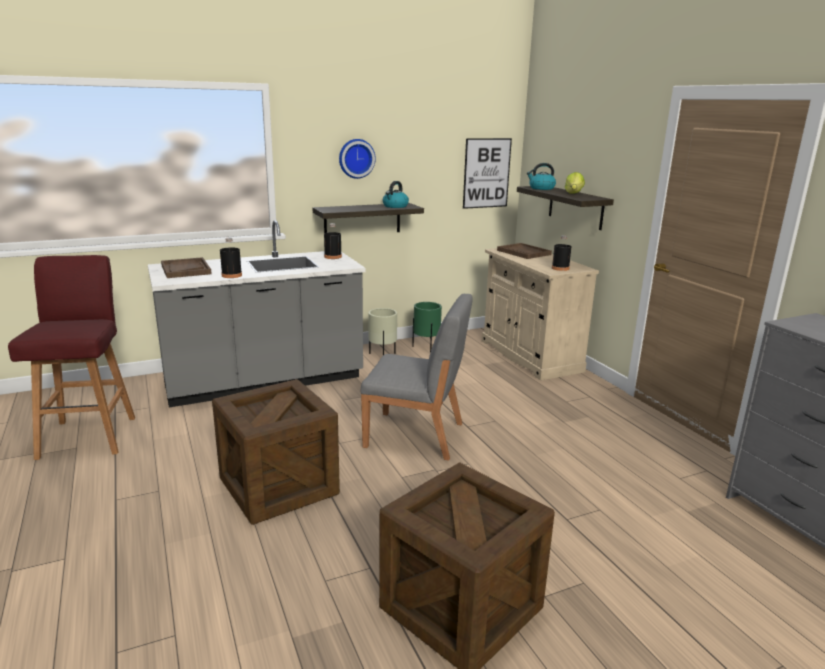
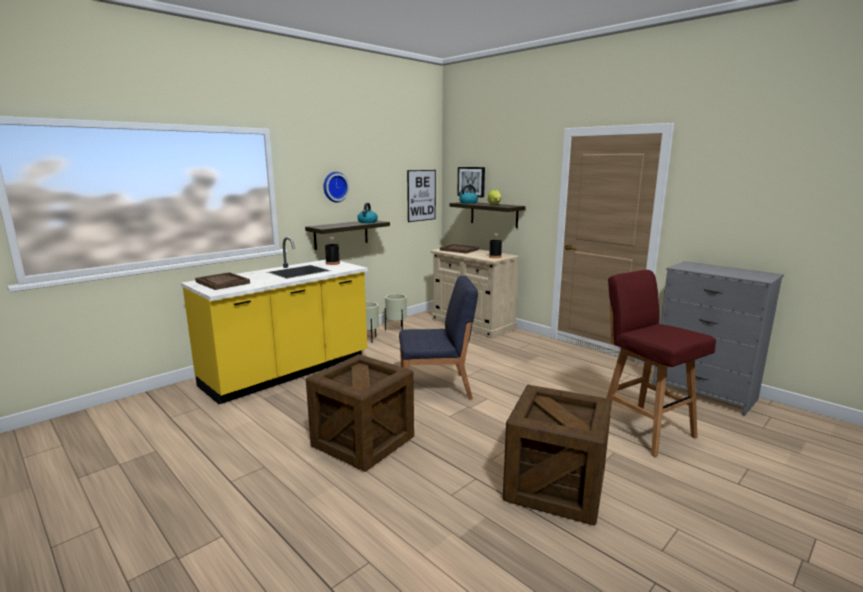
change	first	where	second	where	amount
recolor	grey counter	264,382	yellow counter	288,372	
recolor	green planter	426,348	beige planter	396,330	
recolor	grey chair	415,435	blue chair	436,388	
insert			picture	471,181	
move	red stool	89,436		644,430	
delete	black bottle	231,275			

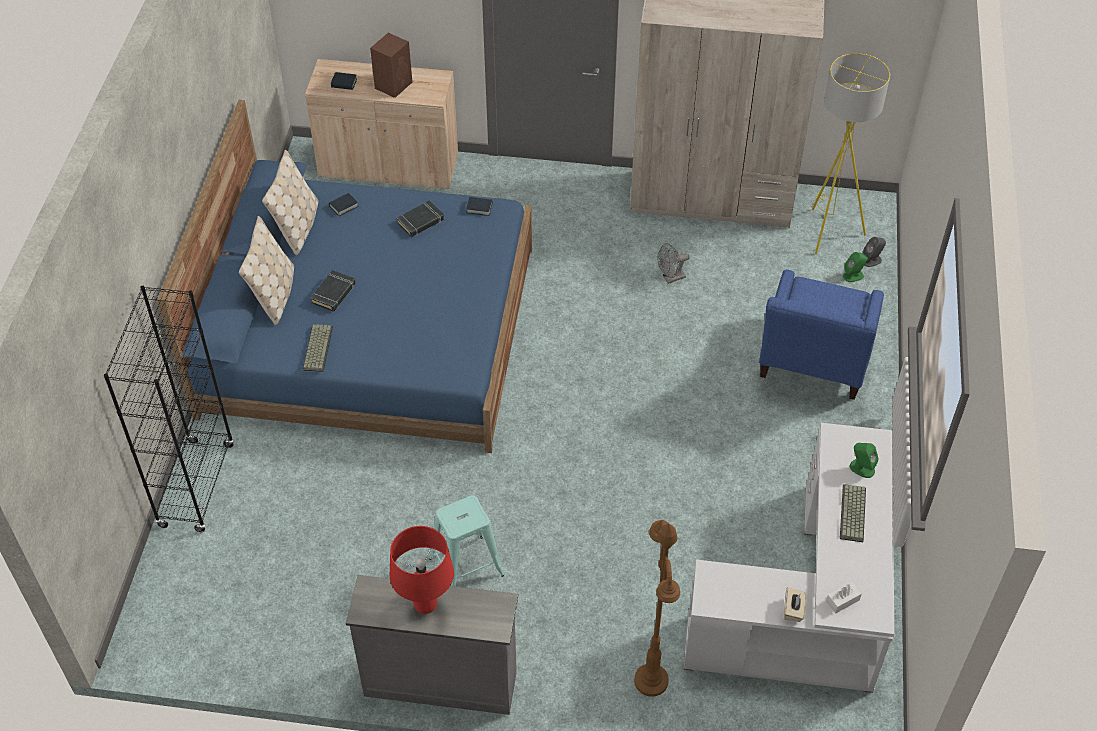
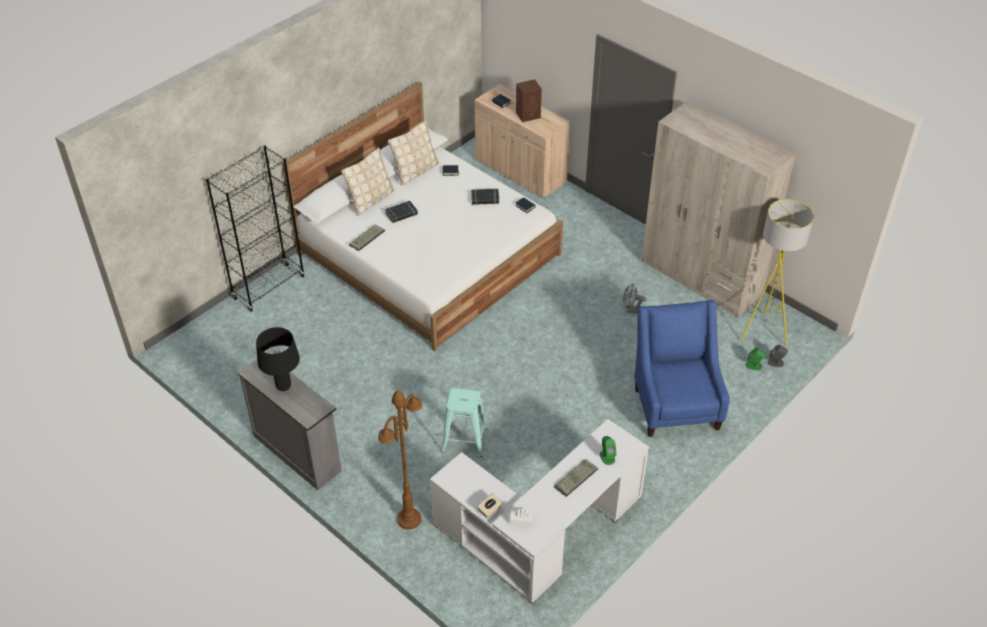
change	first	where	second	where	amount
recolor	red table lamp	426,605	black table lamp	284,387	
recolor	blue bed	369,330	white bed	428,253	
move	turquoise stool	466,567		464,440	
rotate	blue armchair	812,365		675,403	120 degrees clockwise

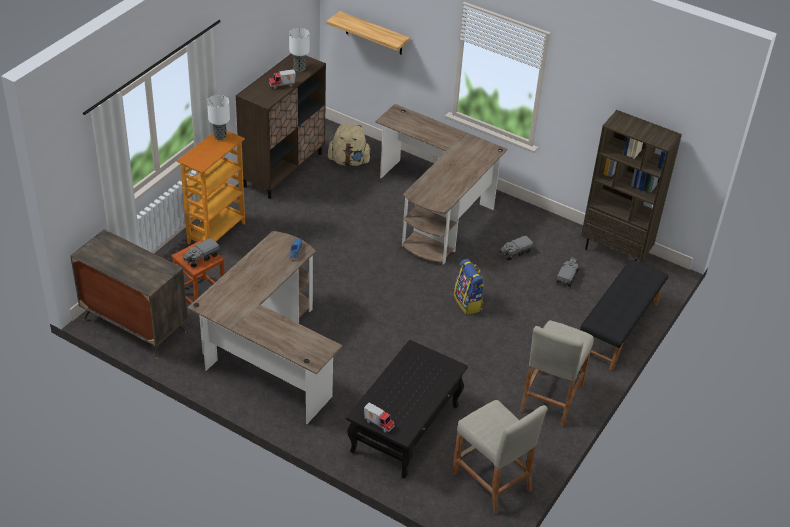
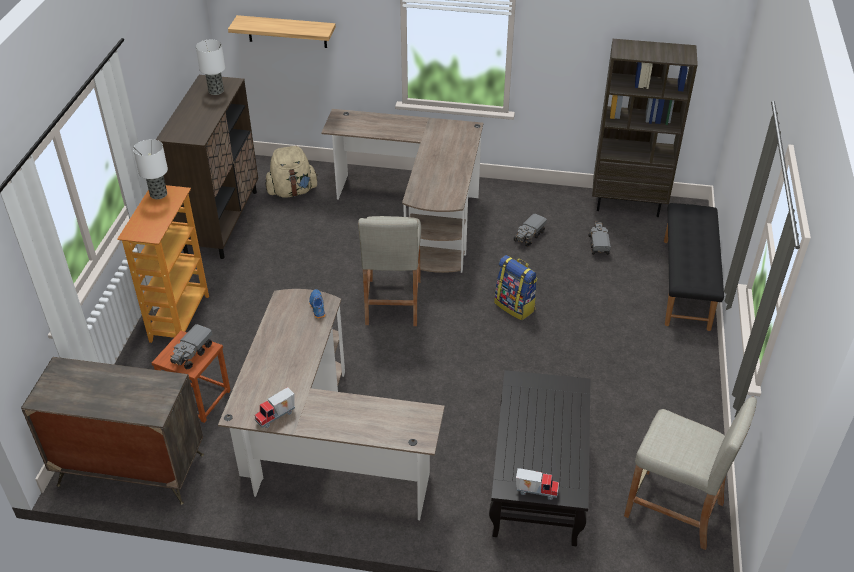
change	first	where	second	where	amount
move	toy truck	282,85		276,417	
move	beige stool	551,398		392,302	

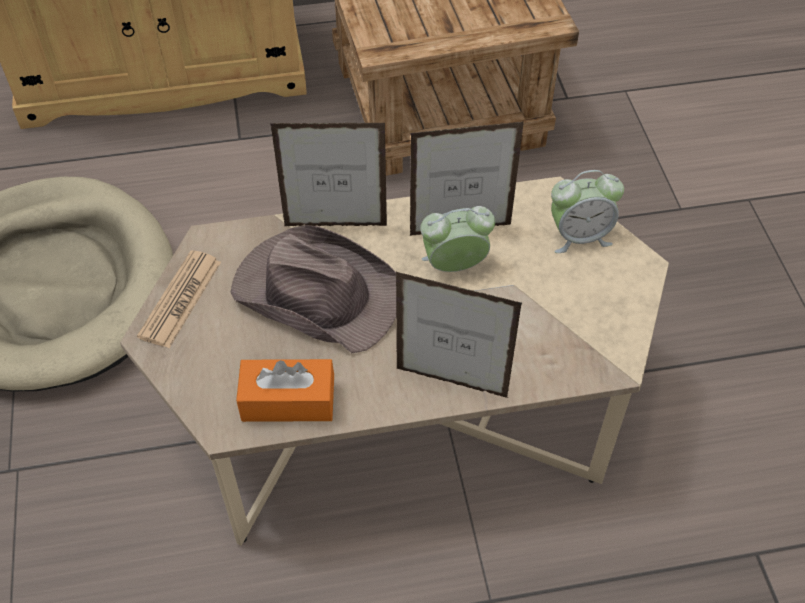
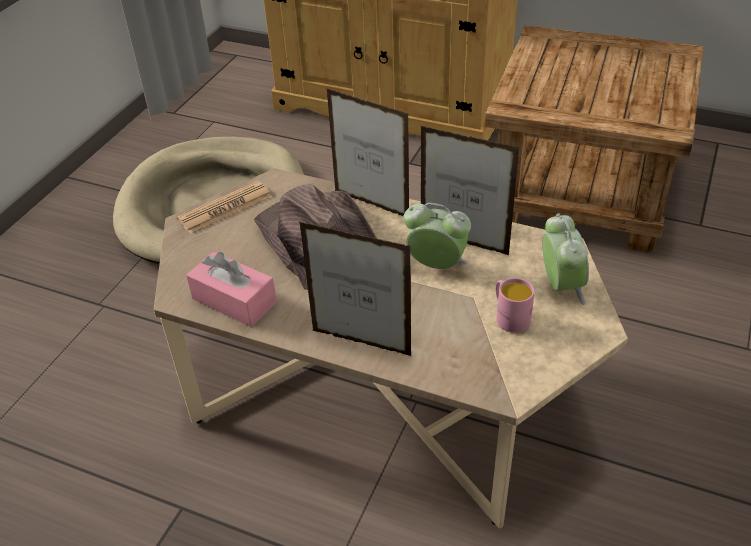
change	first	where	second	where	amount
recolor	orange tissue box	288,401	pink tissue box	234,300	
rotate	picture frame	451,383		360,343	150 degrees clockwise
insert			pink mug	509,317	
rotate	alarm clock	579,236		560,286	120 degrees counterclockwise

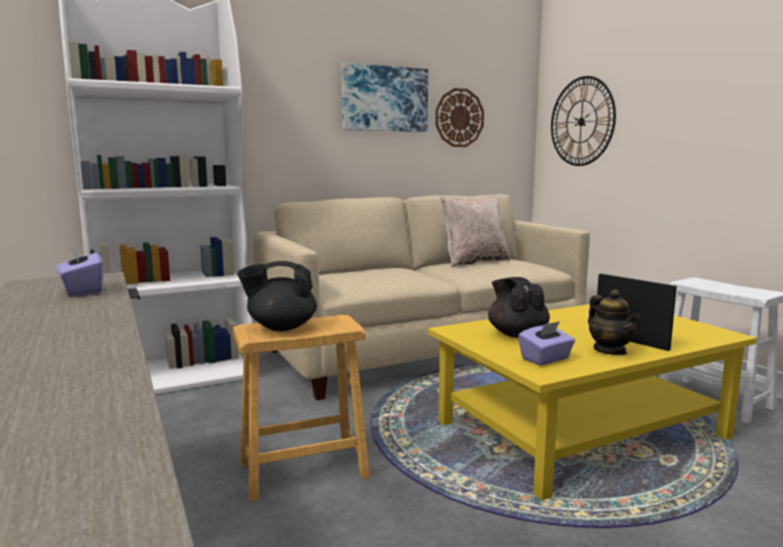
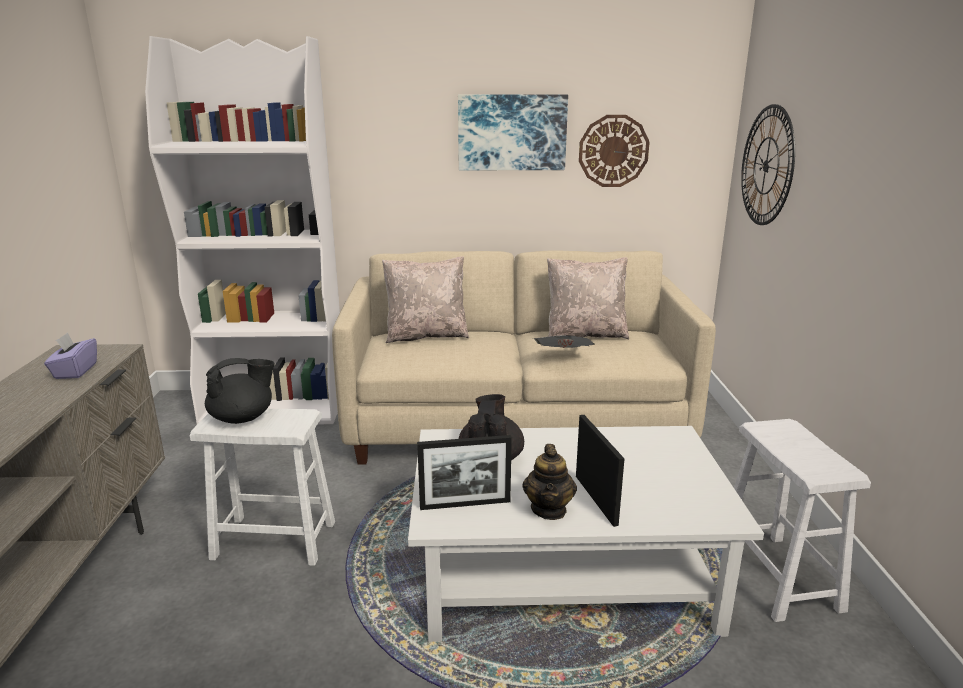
change	first	where	second	where	amount
recolor	brown stool	303,469	white stool	274,540	
rotate	black teapot	281,327		243,418	135 degrees clockwise
insert			beige pillow	426,335	
recolor	yellow coffee table	580,429	white coffee table	564,571	
replace	purple tissue box	546,359	picture frame	465,504	
insert			newspaper	563,358	

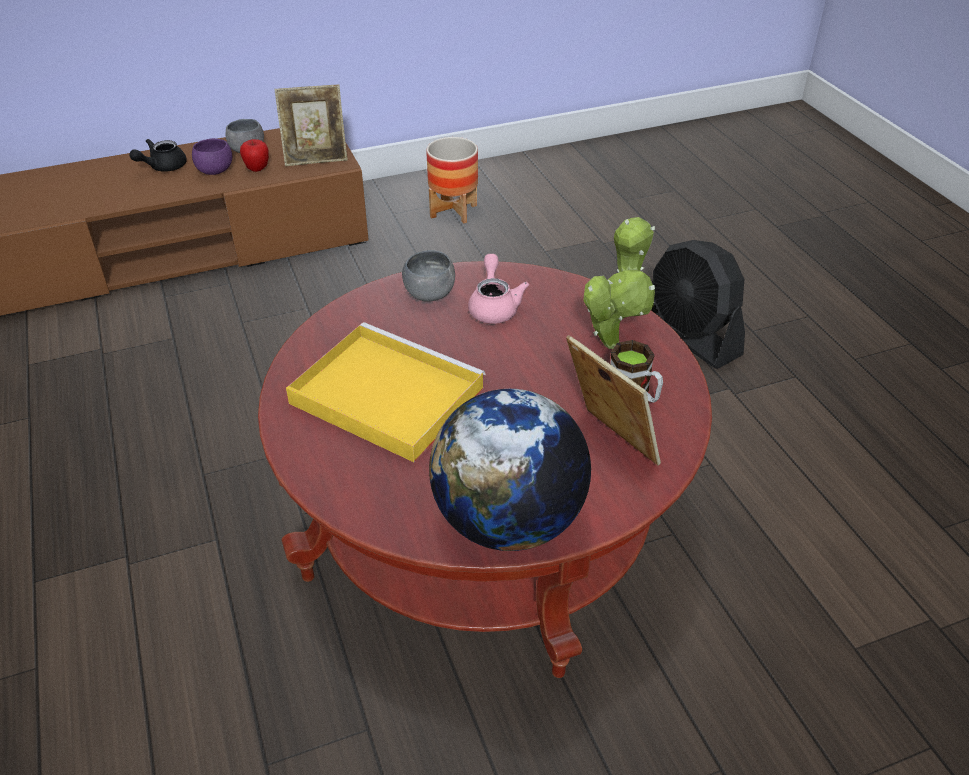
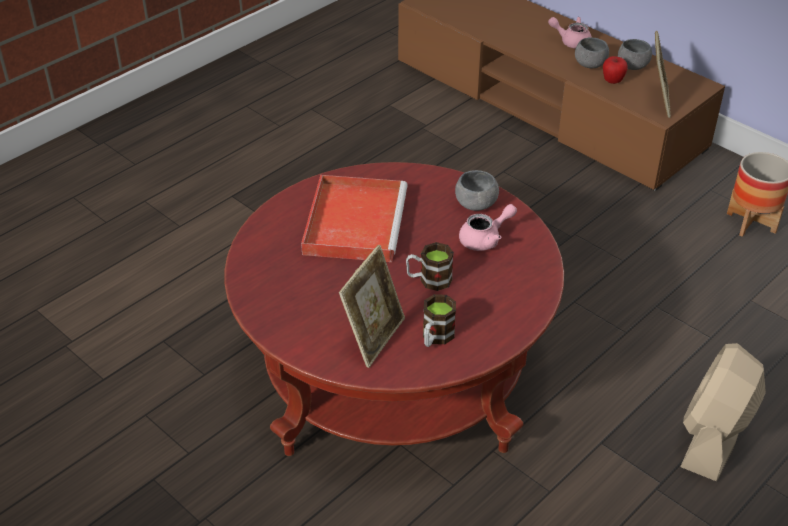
change	first	where	second	where	amount
recolor	yellow tray	383,395	red tray	354,221	
insert			mug	429,280	
recolor	black teapot	163,167	pink teapot	571,41	
recolor	purple bowl	215,171	grey bowl	590,64	
rotate	picture frame	316,158		657,101	135 degrees counterclockwise
recolor	black fan	690,336	beige fan	714,437	
delete	globe	508,522			
delete	potted plant	613,340			

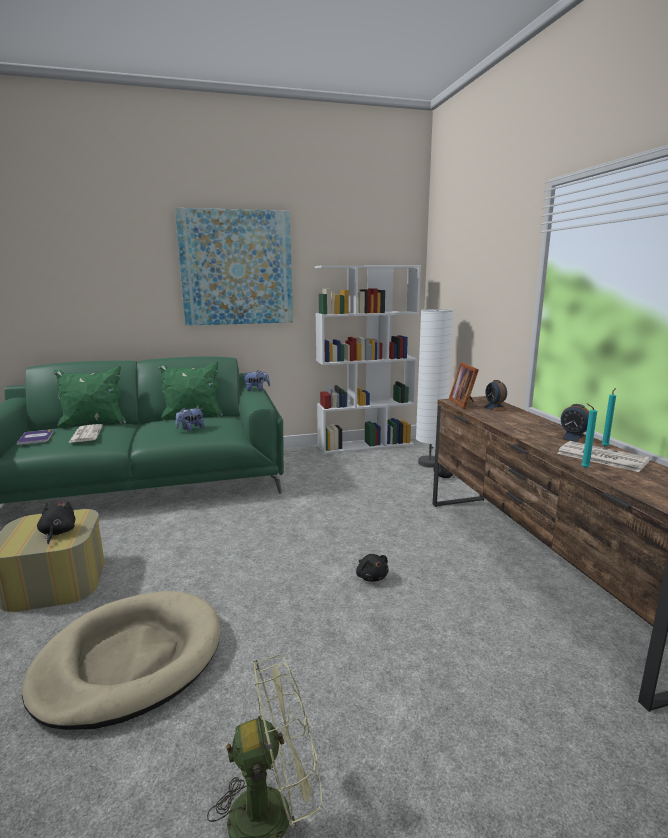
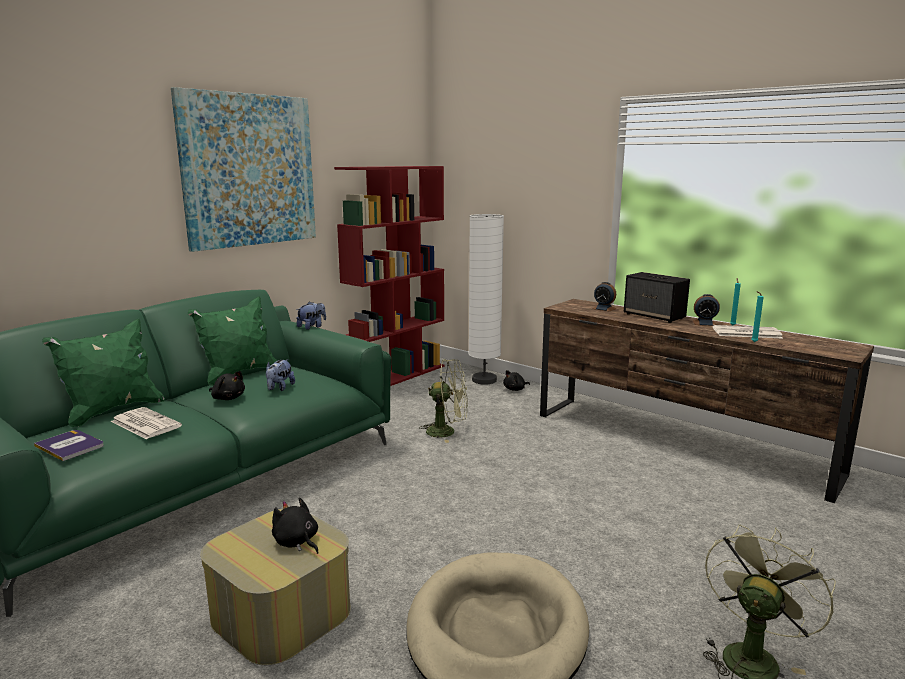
change	first	where	second	where	amount
move	black plush toy	371,576		228,398	
recolor	white bookcase	366,445	red bookcase	397,376	
insert			green fan	447,432	
insert			speaker	654,316	
delete	picture frame	464,403			

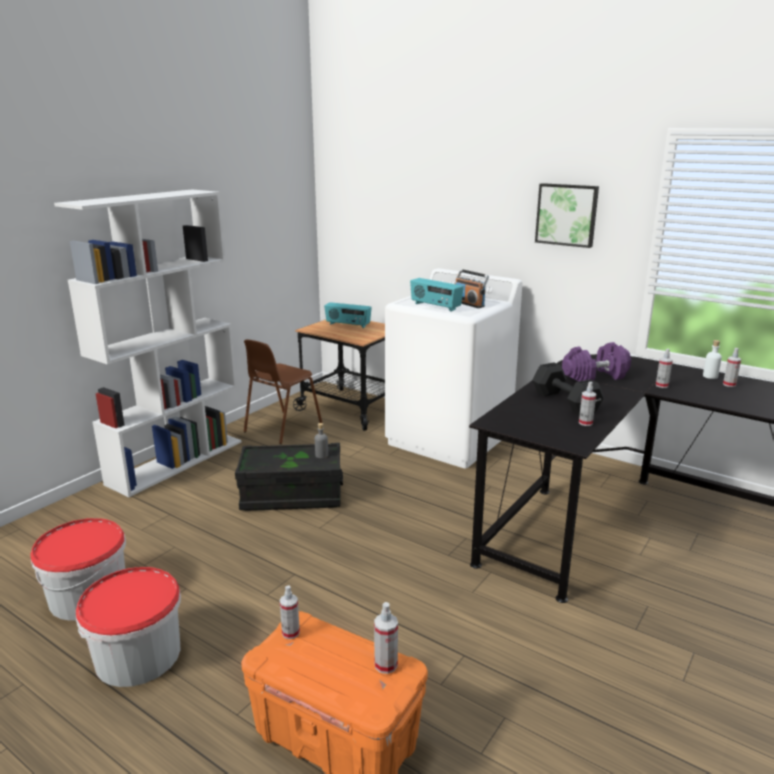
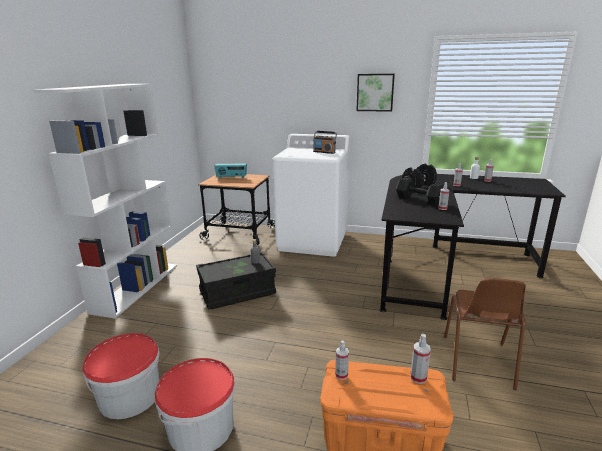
change	first	where	second	where	amount
recolor	purple dumbbell	594,376	black dumbbell	418,185	
move	brown chair	281,427		477,361	
delete	radio	435,306			

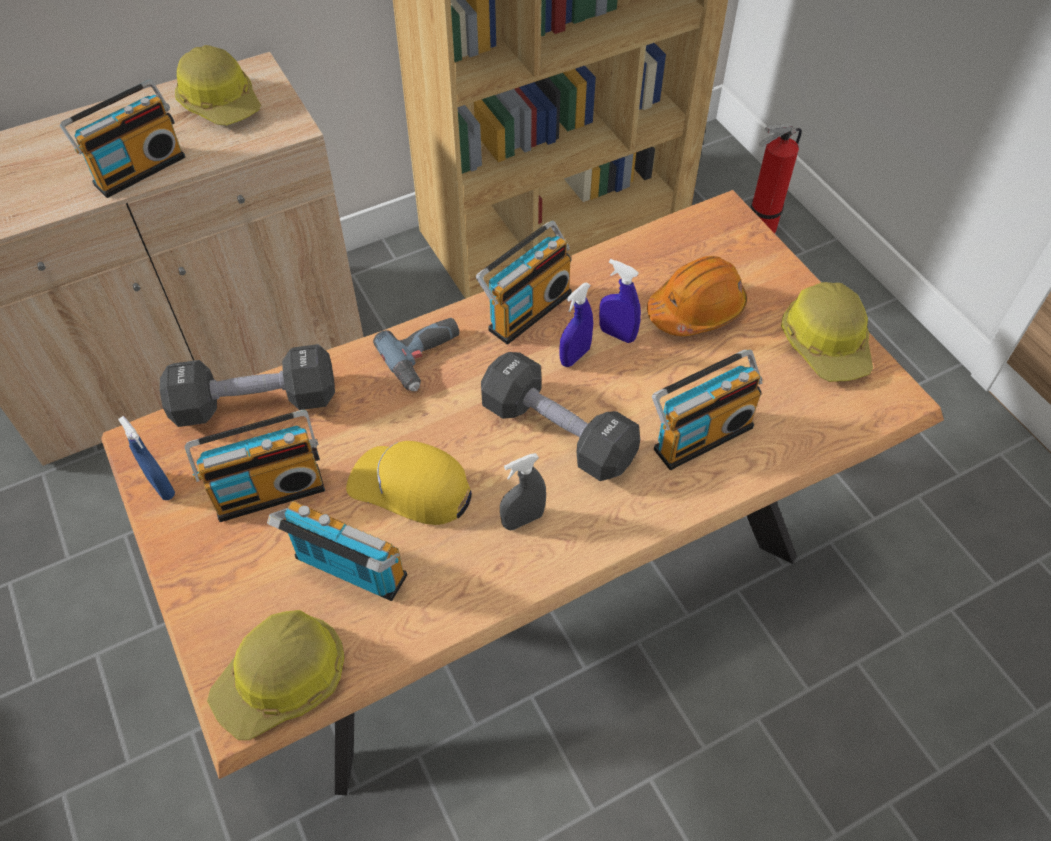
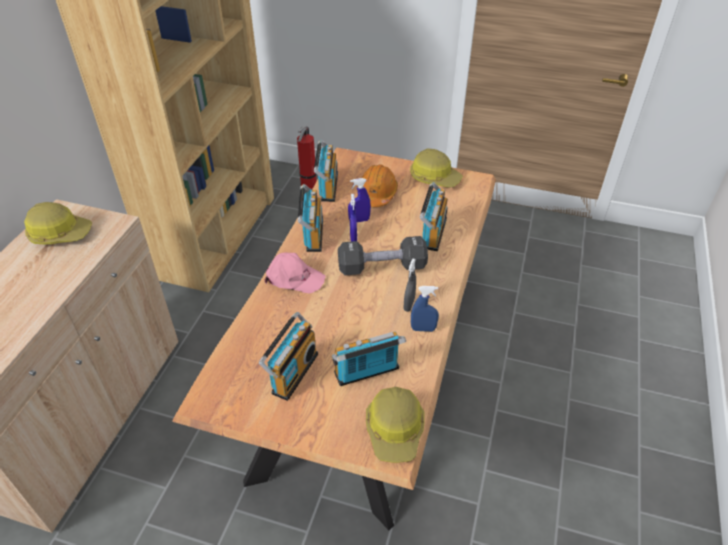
change	first	where	second	where	amount
replace	power drill	426,358	pink cap	294,278	
move	radio	138,169		327,187	
move	blue spray bottle	161,487		423,329	
delete	black dumbbell	256,403			
delete	yellow cap	410,487			

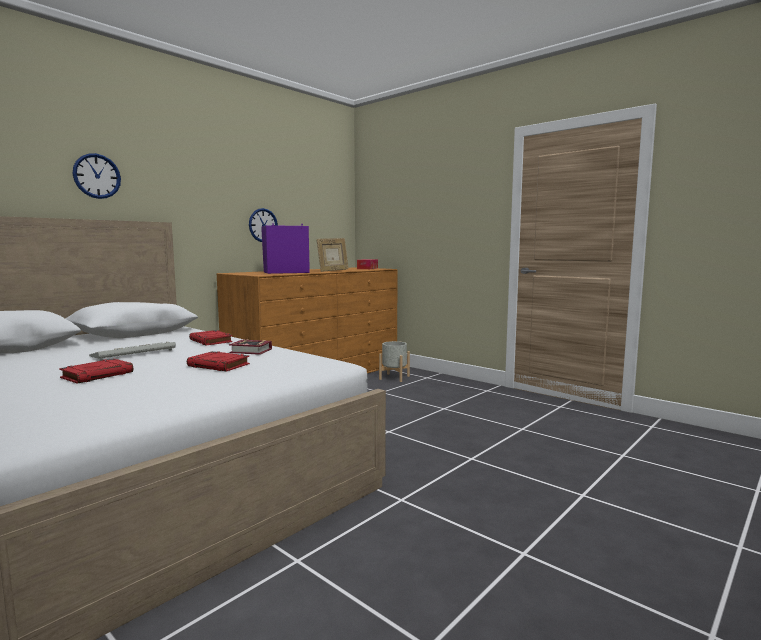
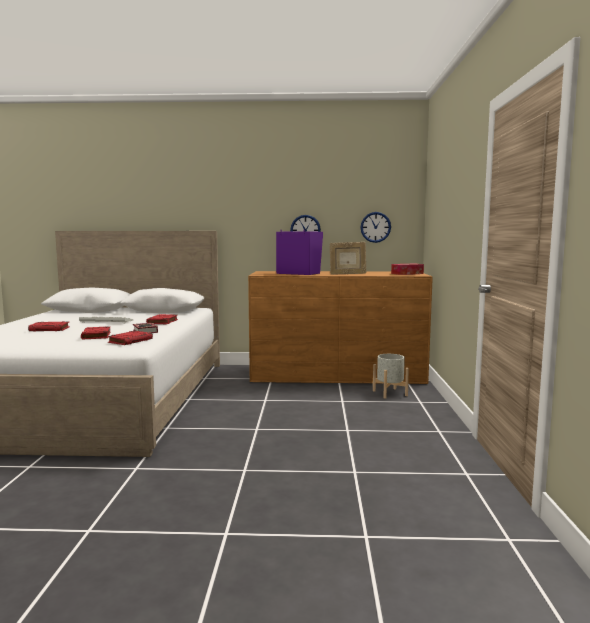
change	first	where	second	where	amount
insert			red book	130,341	
move	wall clock	97,176		375,227	

